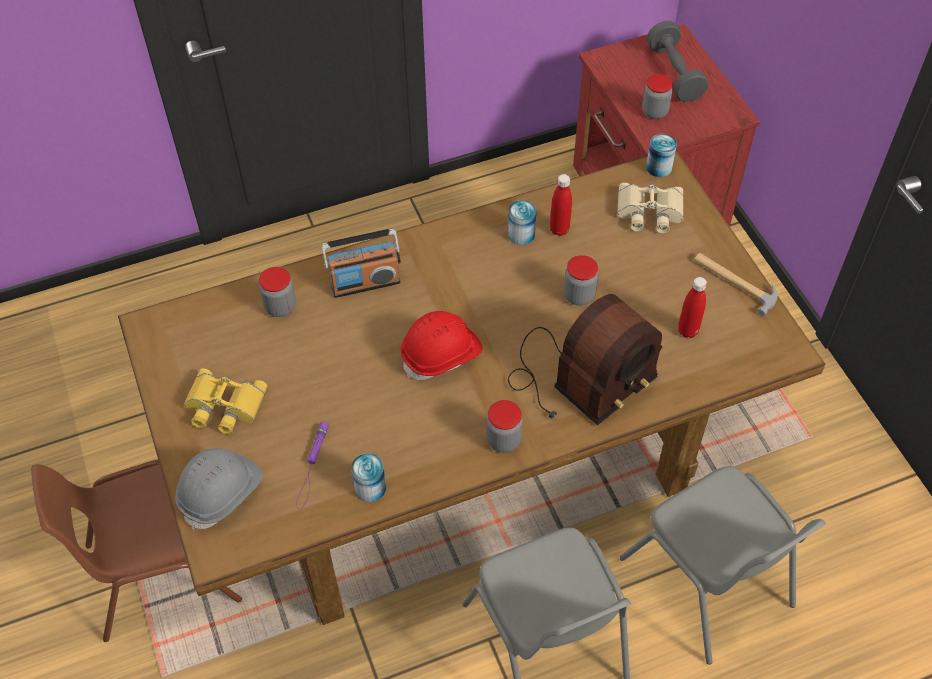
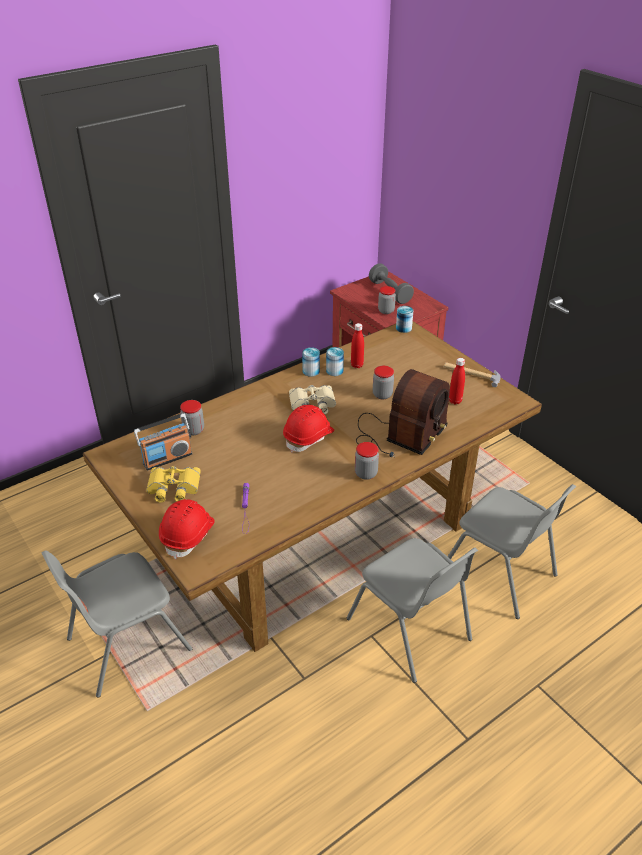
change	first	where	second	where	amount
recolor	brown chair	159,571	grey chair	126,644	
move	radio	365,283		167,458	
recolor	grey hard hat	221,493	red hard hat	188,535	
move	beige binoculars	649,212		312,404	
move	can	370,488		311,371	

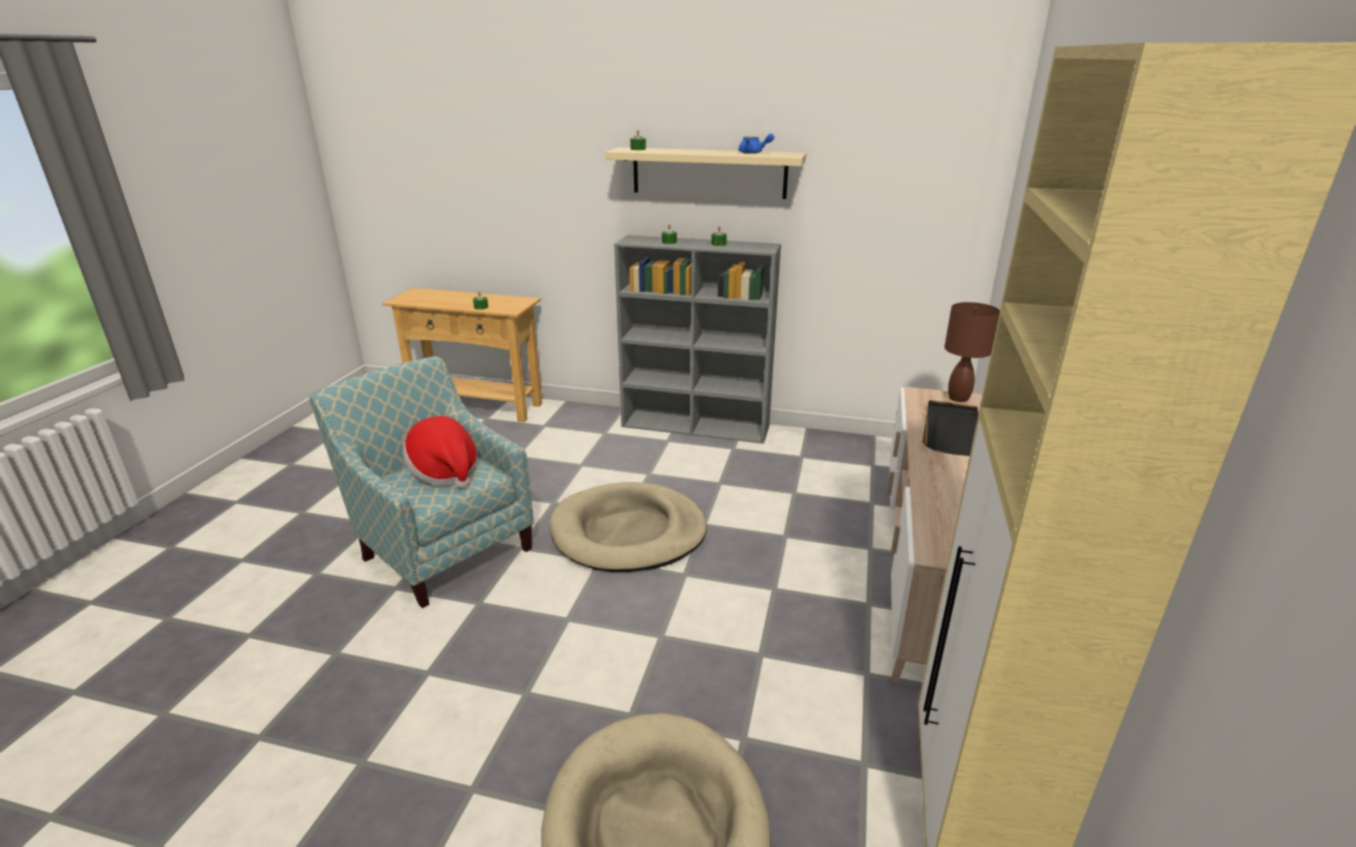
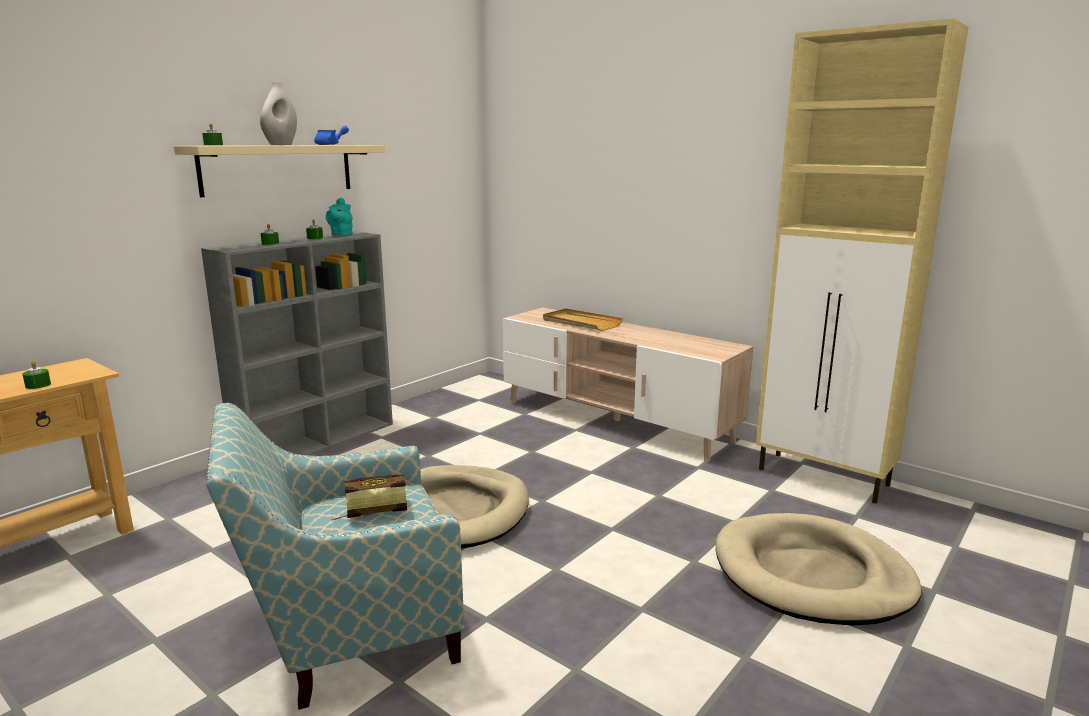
change	first	where	second	where	amount
insert			white vase	281,145	
insert			turquoise teapot	341,235	
replace	hat	444,472	book	369,510	
recolor	black tray	951,430	beige tray	581,322	
delete	brown table lamp	959,398			

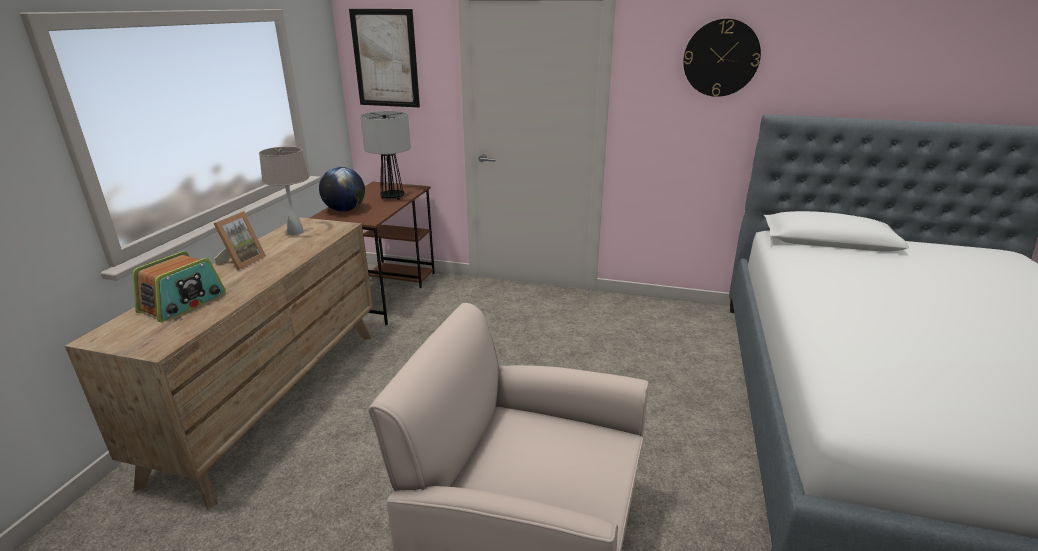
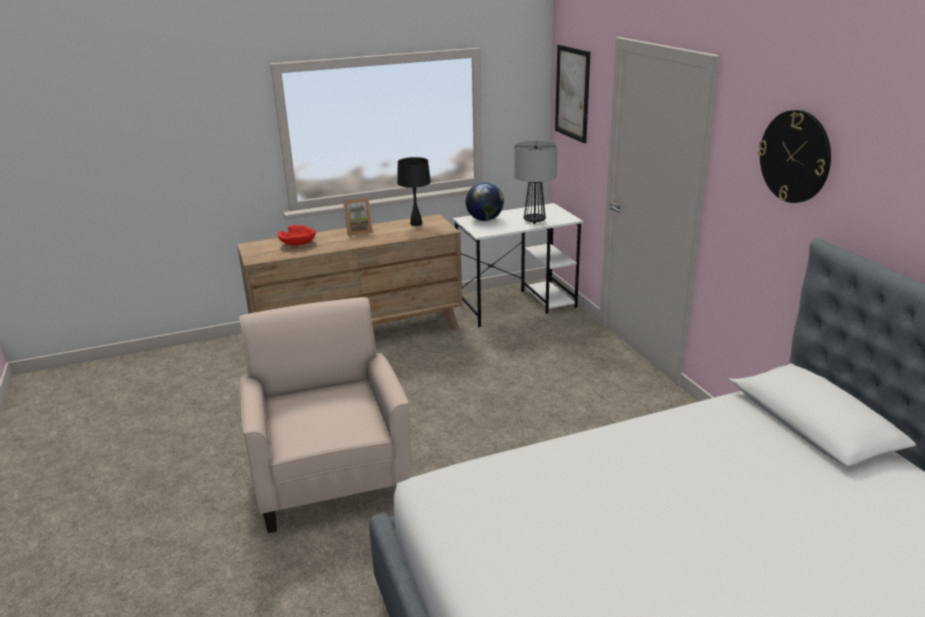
change	first	where	second	where	amount
replace	radio	183,303	red bowl	298,243	
recolor	beige table lamp	295,232	black table lamp	416,224	
recolor	brown desk	385,292	white desk	517,305	

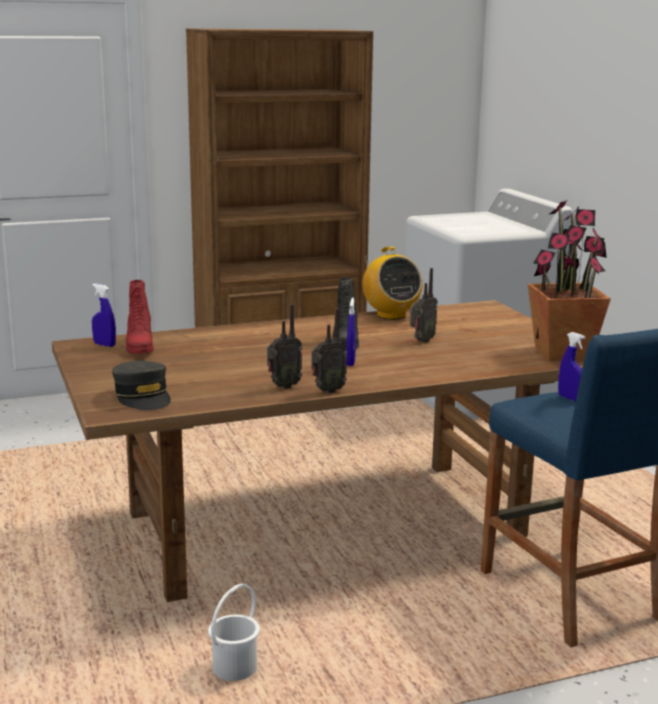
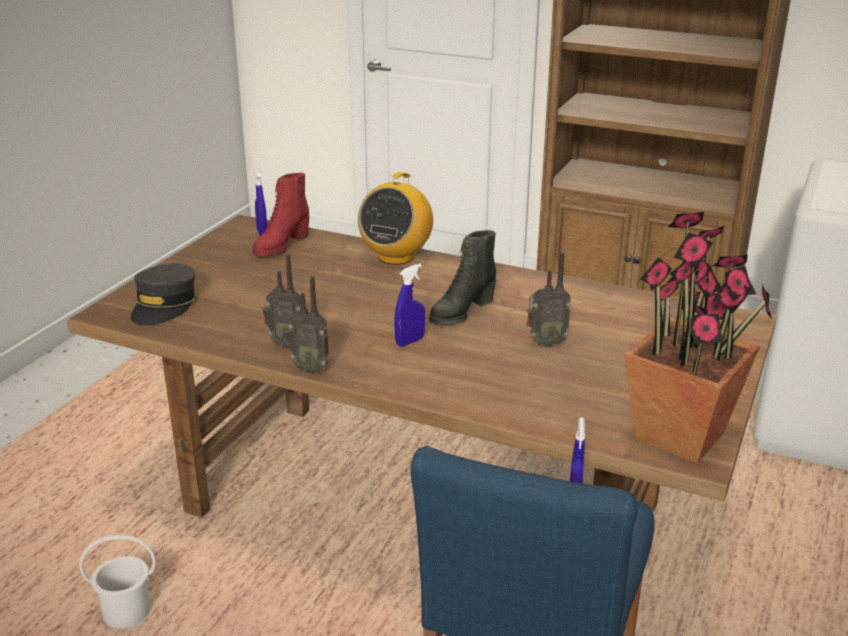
change	first	where	second	where	amount
move	radio	390,315		396,257	

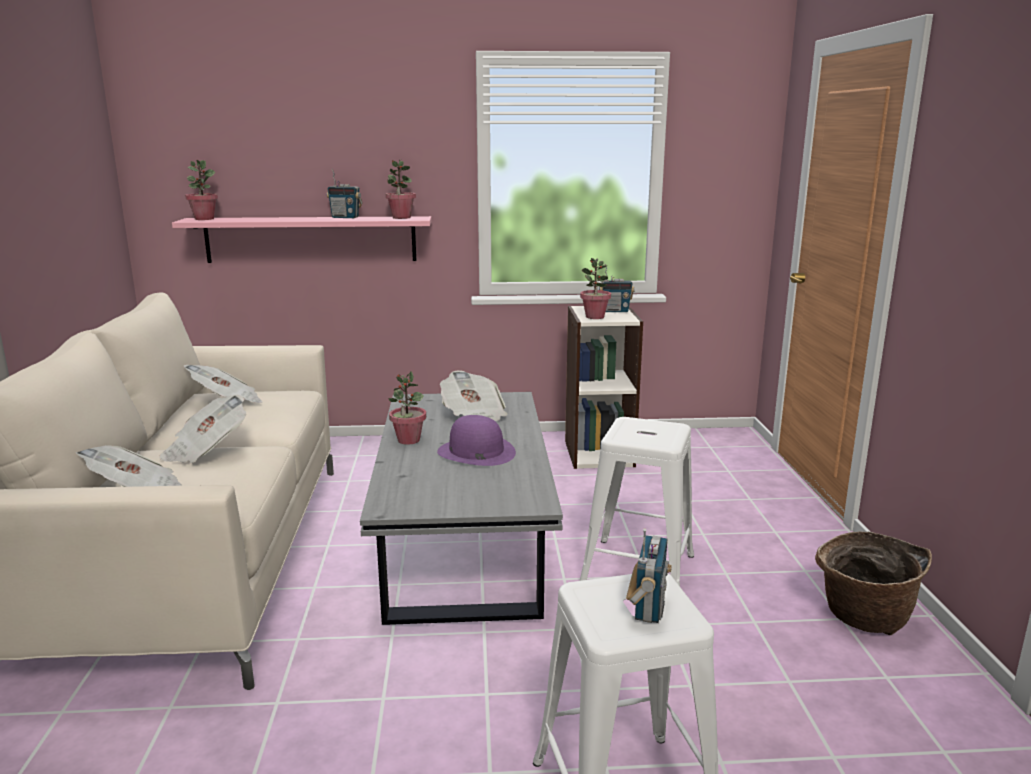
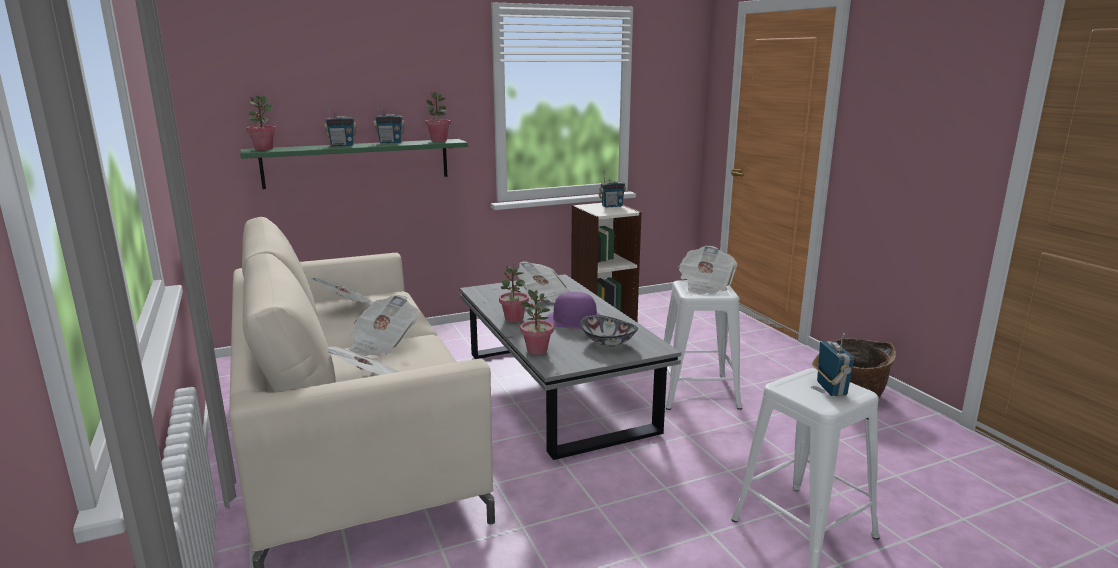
change	first	where	second	where	amount
recolor	pink shelf	311,239	green shelf	357,163	
insert			radio	342,145	
move	potted plant	595,317		537,351	
insert			bowl	608,342	
insert			newspaper	705,286	

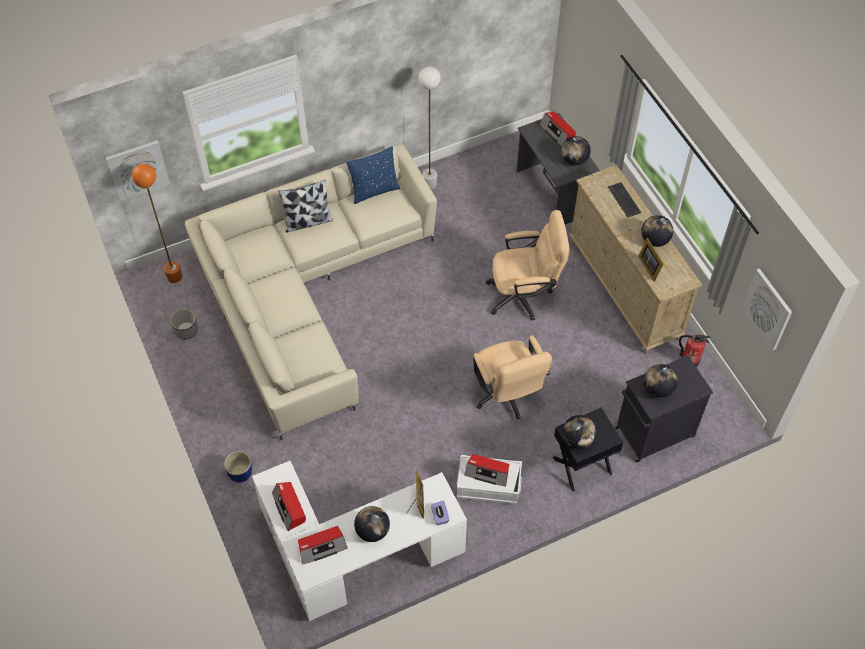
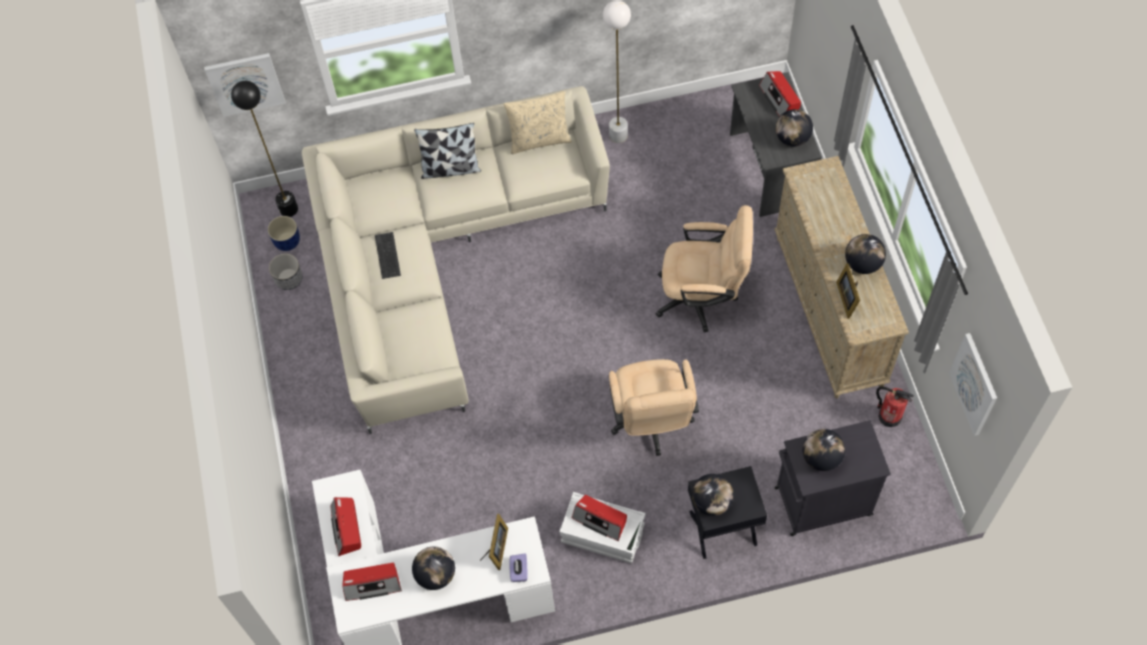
change	first	where	second	where	amount
recolor	orange floor lamp	174,276	black floor lamp	288,209	
move	blue planter	240,473		287,241	
move	keyboard	624,199		388,255	
recolor	blue pillow	374,190	beige pillow	539,139	

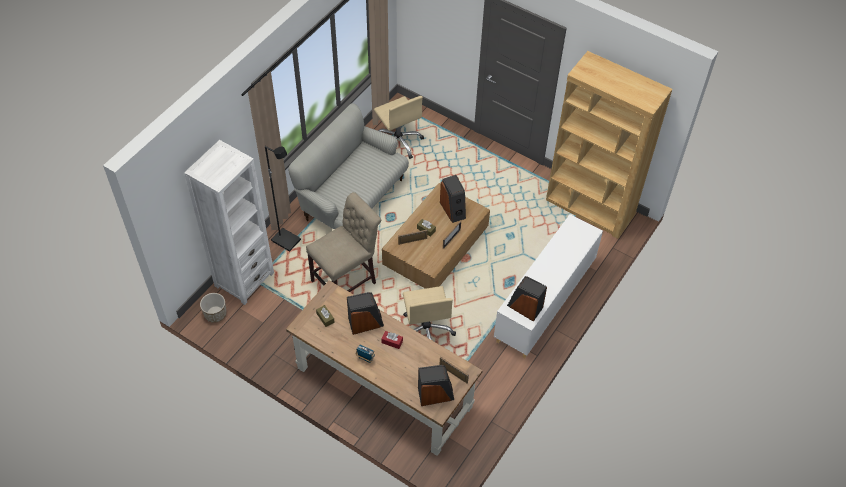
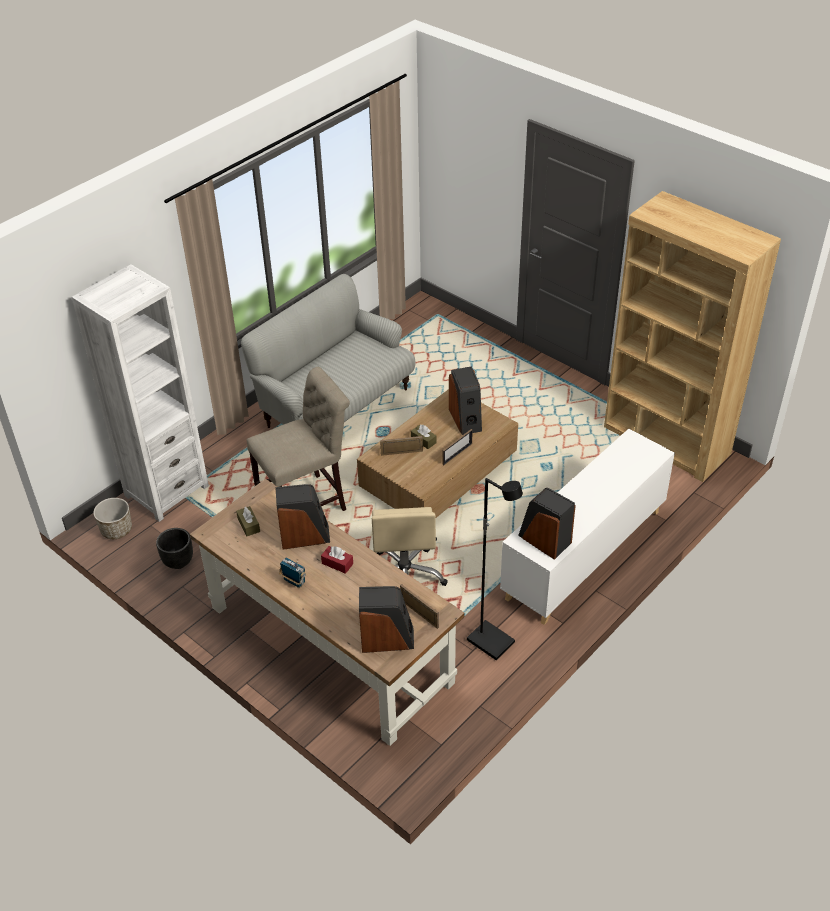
change	first	where	second	where	amount
insert			black planter	178,562	
move	black floor lamp	286,240		491,641	
delete	beige office chair	398,142			

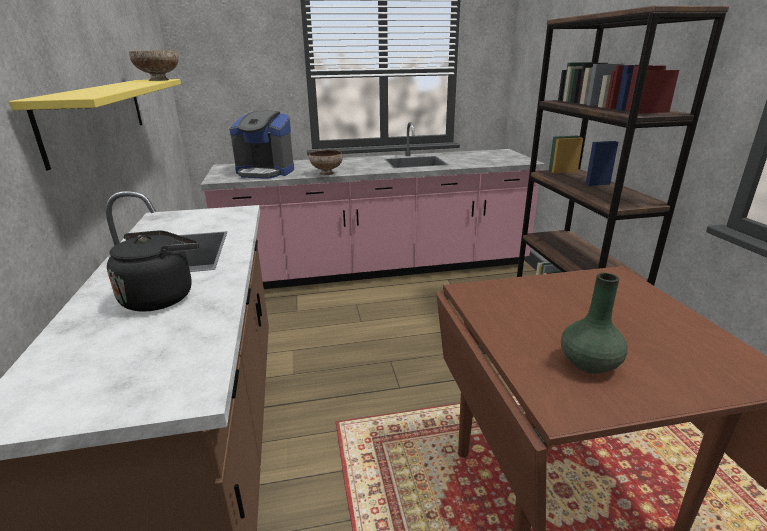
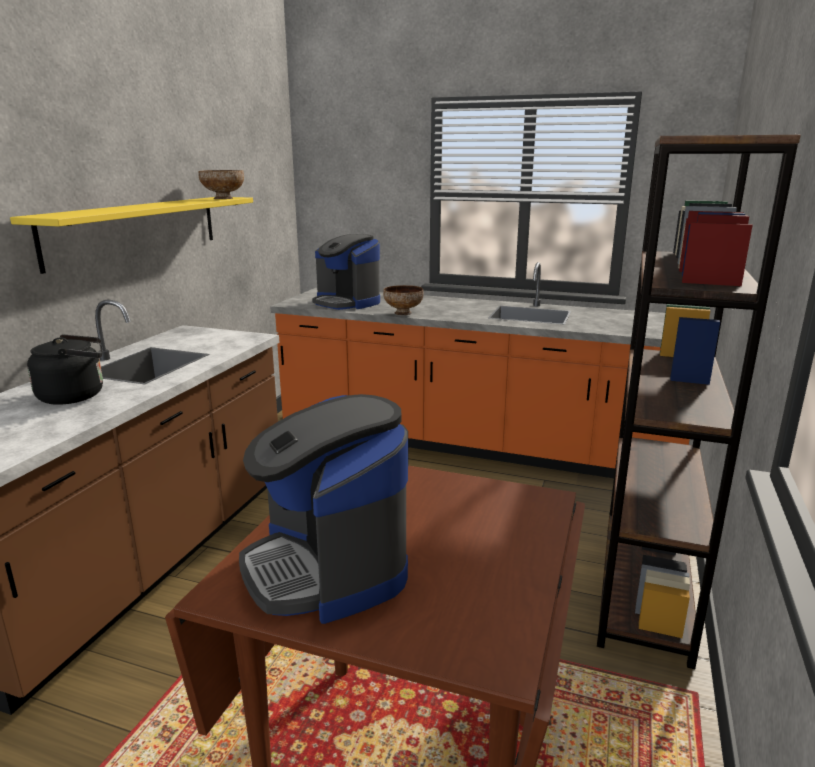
change	first	where	second	where	amount
replace	green vase	590,363	coffee machine	327,568	
recolor	pink counter	378,268	orange counter	472,444	

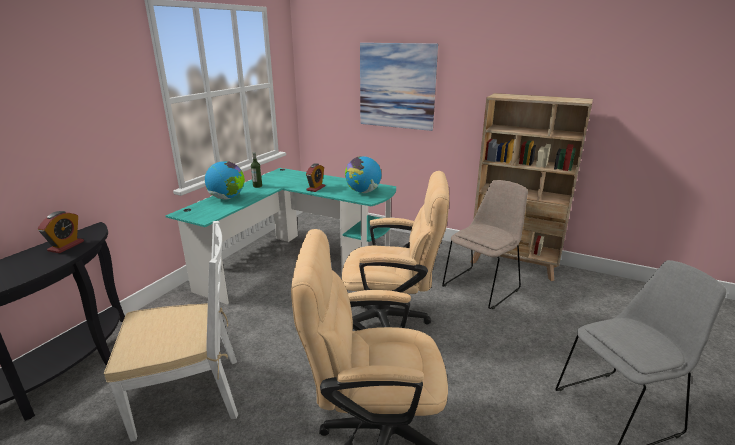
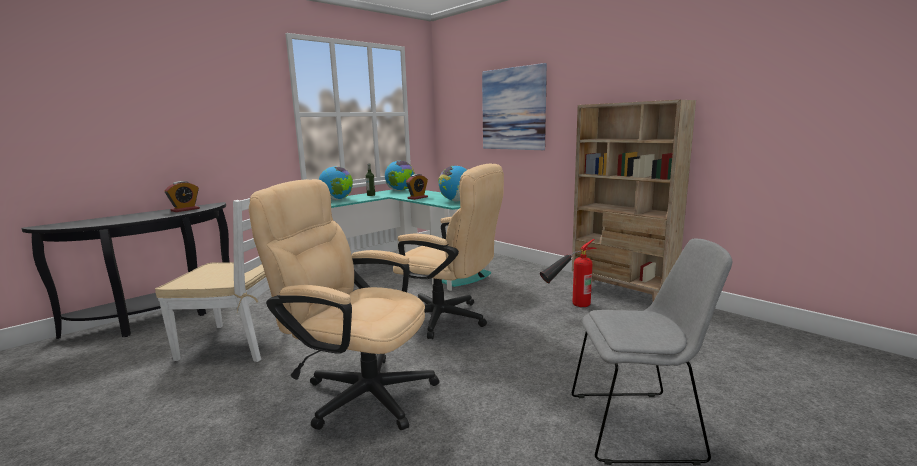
change	first	where	second	where	amount
insert			globe	400,190	
replace	beige chair	482,286	fire extinguisher	568,307	

